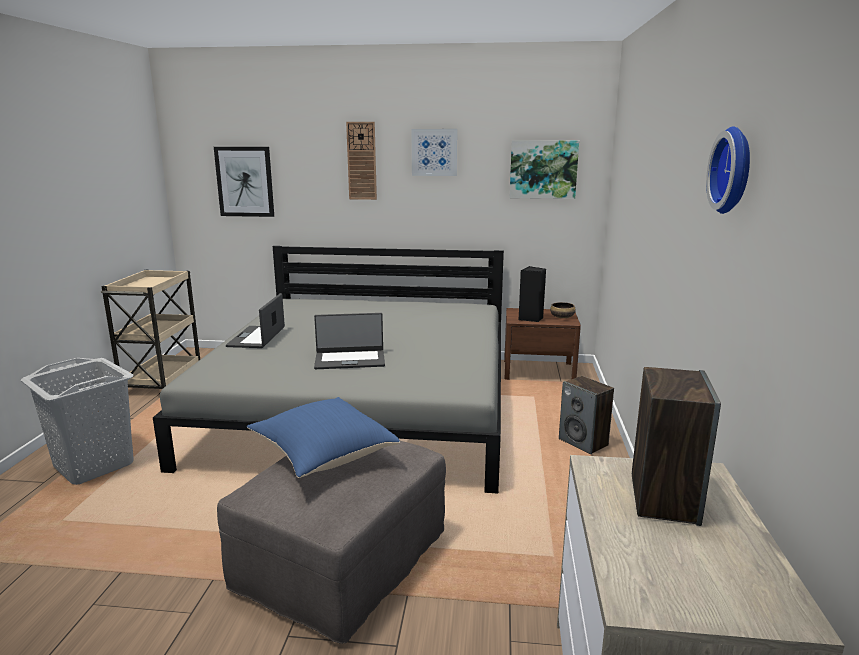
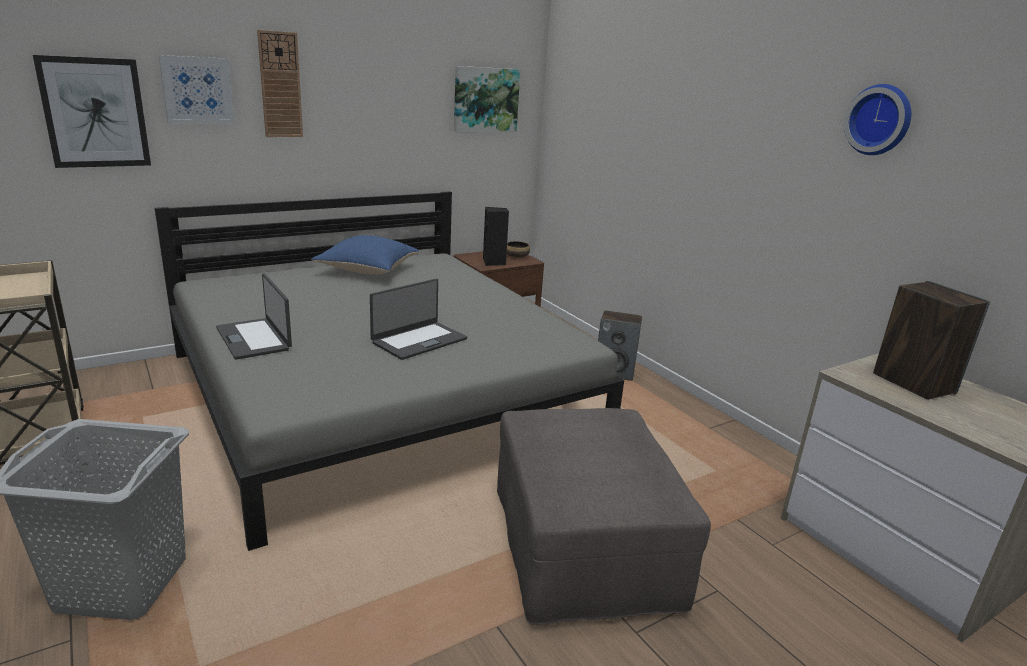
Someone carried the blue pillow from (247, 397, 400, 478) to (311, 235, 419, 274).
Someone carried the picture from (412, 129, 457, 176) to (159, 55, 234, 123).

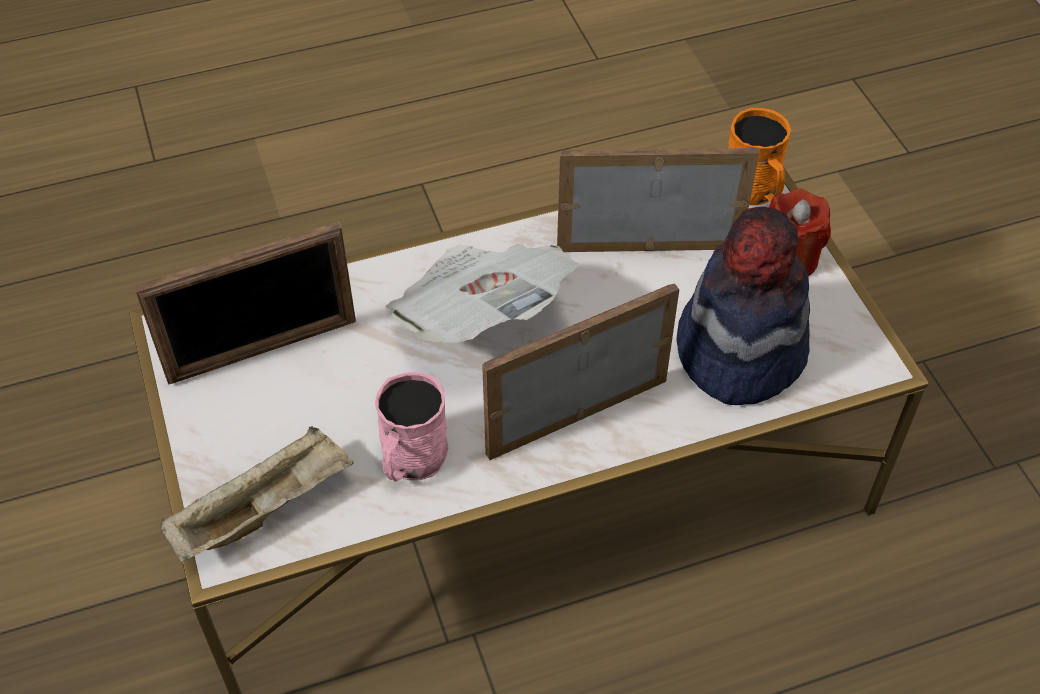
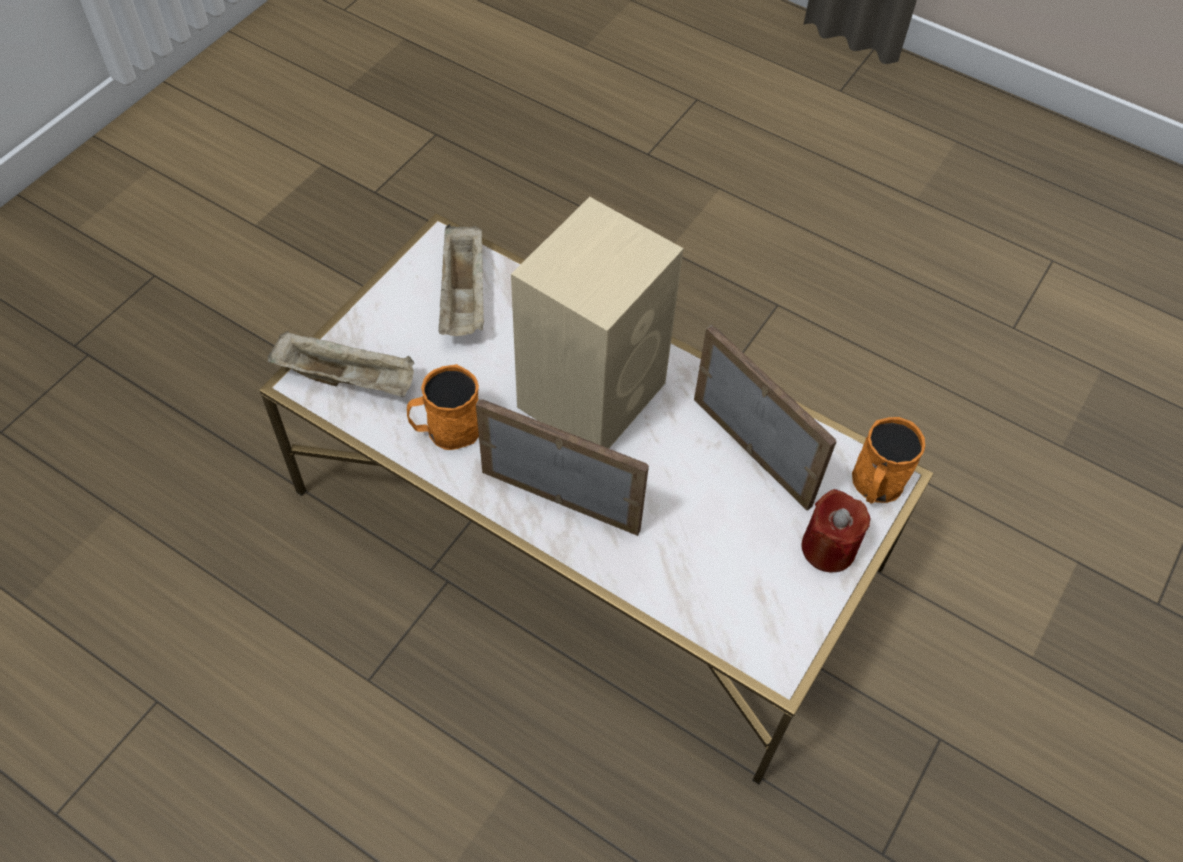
Someone swapped the picture frame at (134, 221, 356, 385) for the beige tray at (439, 224, 484, 336).
Someone repainted the pink mug at (375, 372, 449, 482), which became the orange mug at (407, 364, 479, 450).
Someone swapped the newspaper at (385, 244, 579, 343) for the beige speaker at (511, 197, 684, 448).
Someone took away the hat at (677, 207, 810, 405).

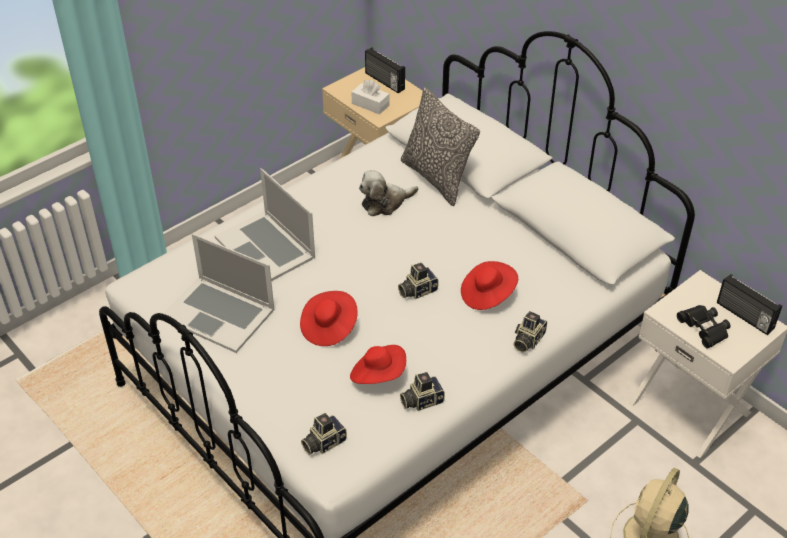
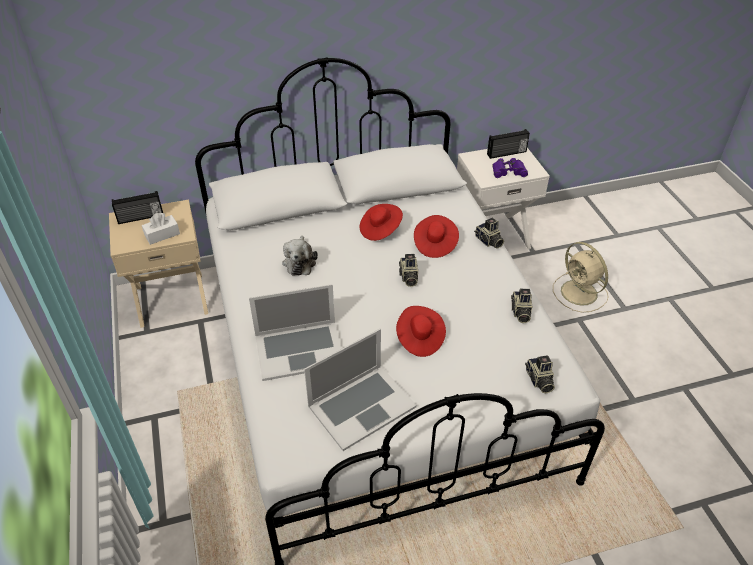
Someone carried the red hat from (350, 345, 406, 384) to (360, 204, 403, 241).
Someone took away the pillow at (401, 87, 480, 206).
Someone repainted the black binoculars at (677, 305, 730, 348), which became the purple binoculars at (492, 158, 528, 178).

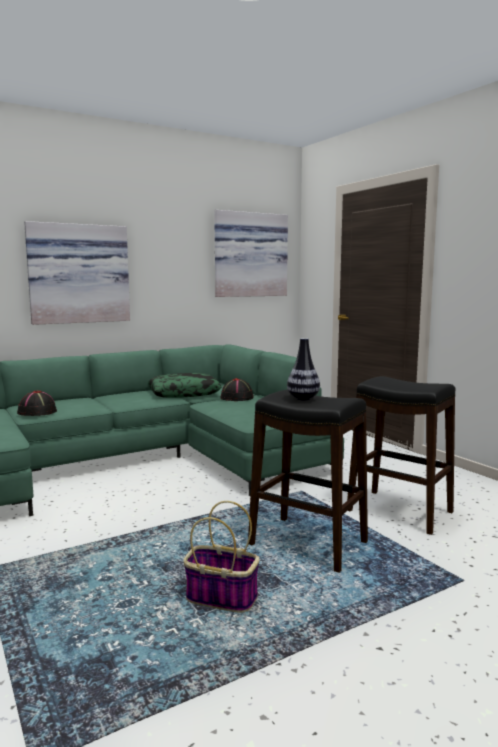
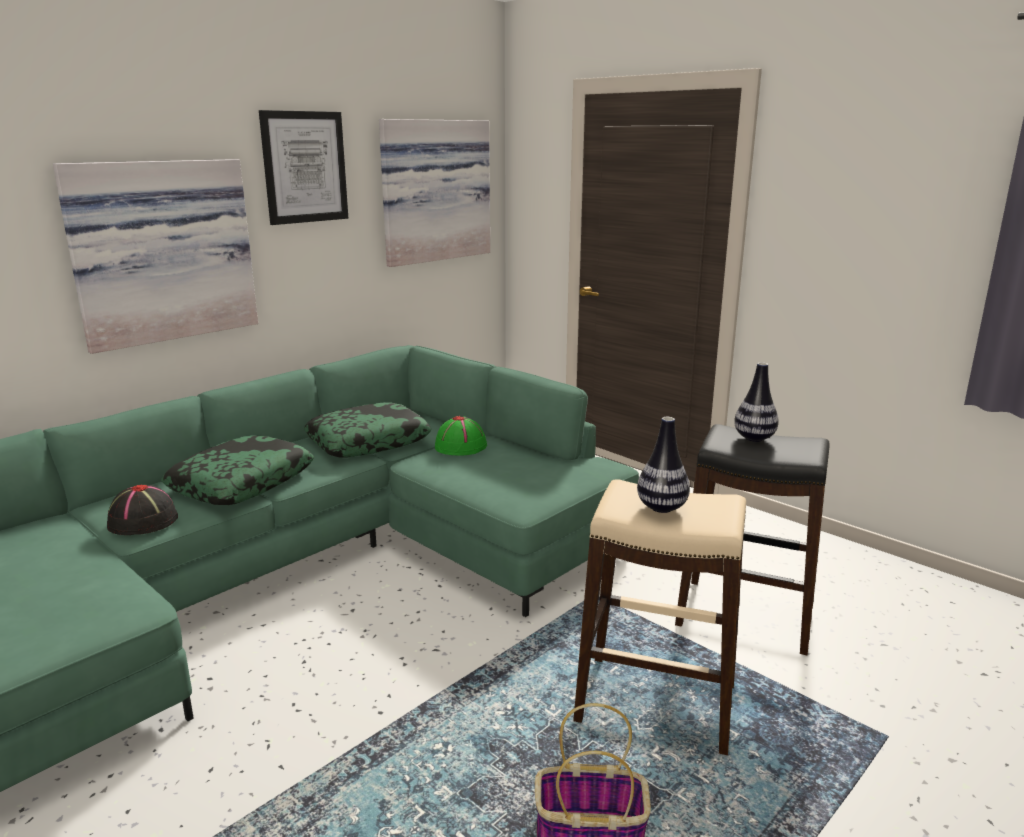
Someone repainted the black hat at (221, 378, 254, 401), which became the green hat at (435, 416, 487, 456).
Someone repainted the black stool at (248, 389, 368, 573), which became the beige stool at (573, 479, 746, 755).
Someone put down the pillow at (161, 435, 314, 505).
Someone put up the picture at (259, 110, 348, 225).
Someone put down the vase at (734, 362, 779, 442).

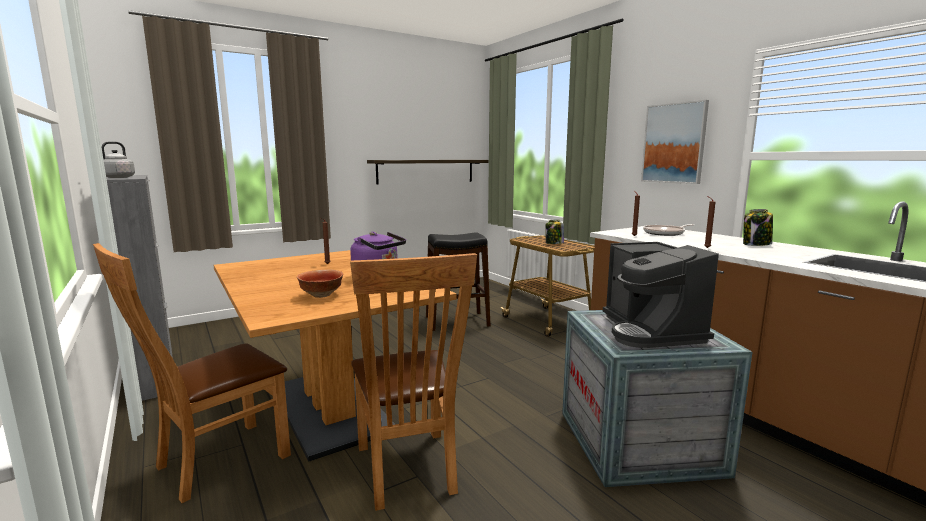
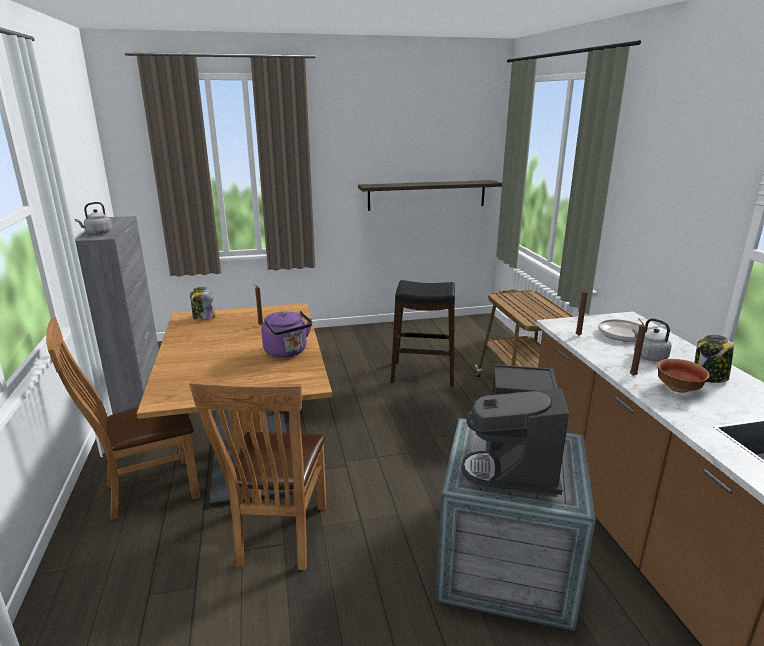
Someone carried the bowl from (297, 270, 343, 298) to (657, 359, 710, 393).
Someone carried the jar from (545, 220, 564, 244) to (190, 287, 215, 320).
Someone took away the picture at (641, 100, 709, 184).
Someone put down the grey kettle at (632, 318, 672, 361).

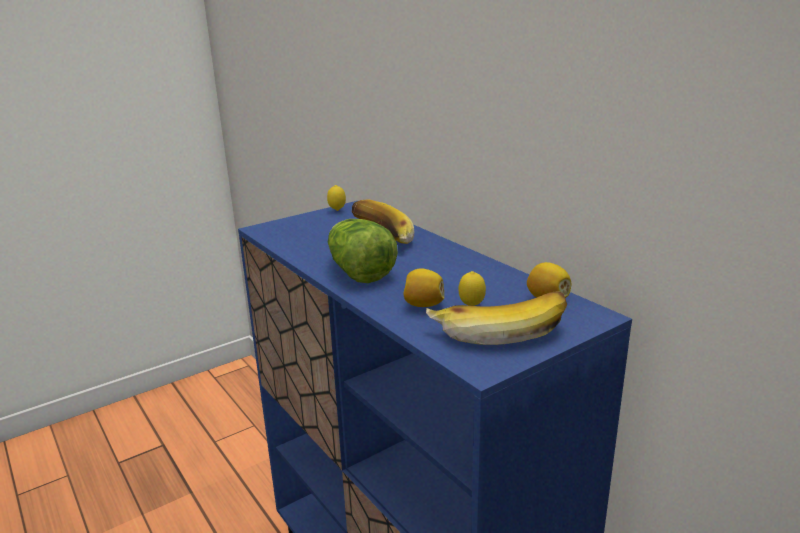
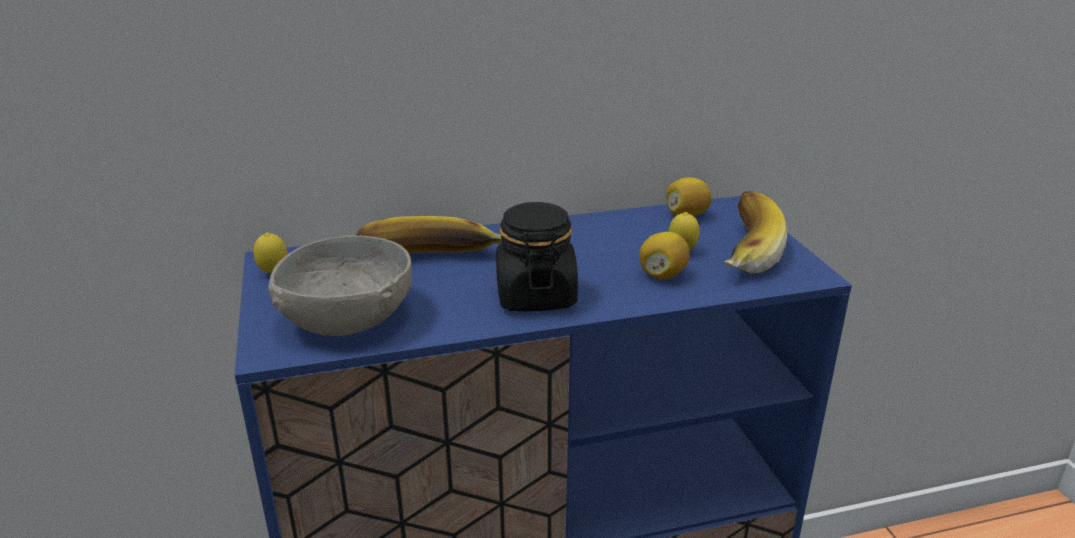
Someone swapped the lettuce at (328, 219, 398, 283) for the black jar at (496, 202, 578, 311).
Someone put down the grey bowl at (269, 235, 412, 336).

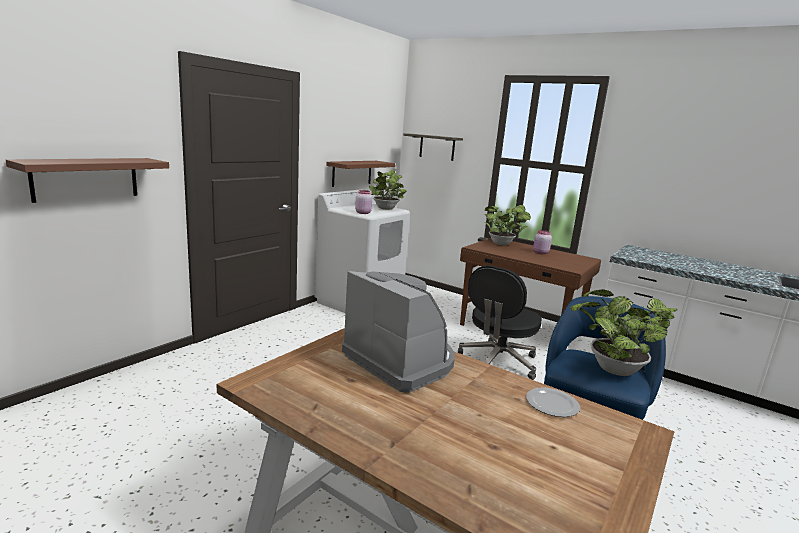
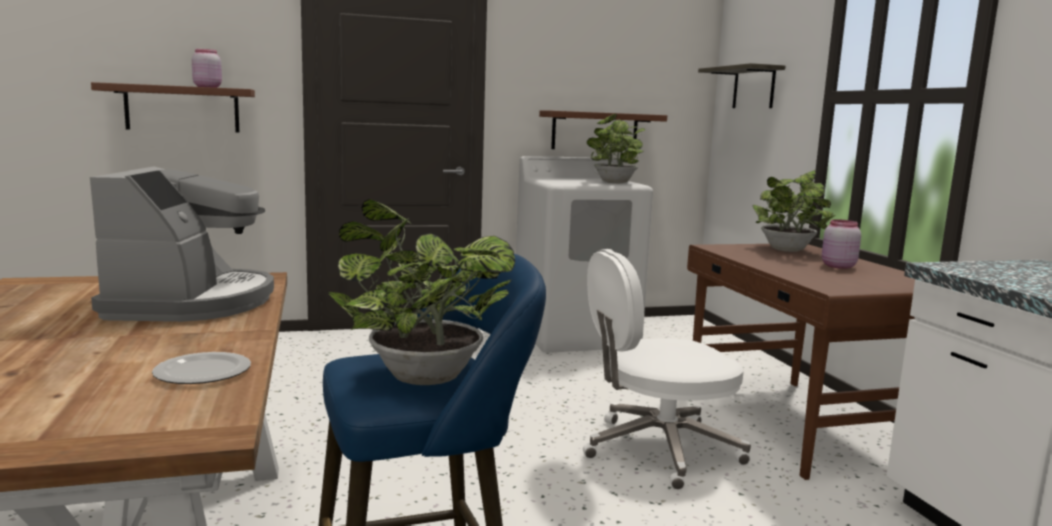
Someone carried the pink jar from (355, 190, 372, 214) to (192, 49, 222, 88).
Someone repainted the black office chair at (458, 265, 542, 380), which became the white office chair at (583, 249, 751, 490).

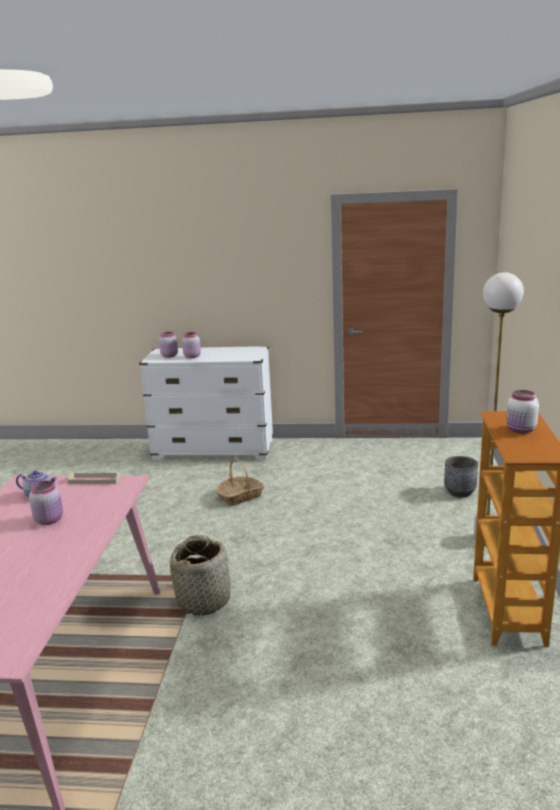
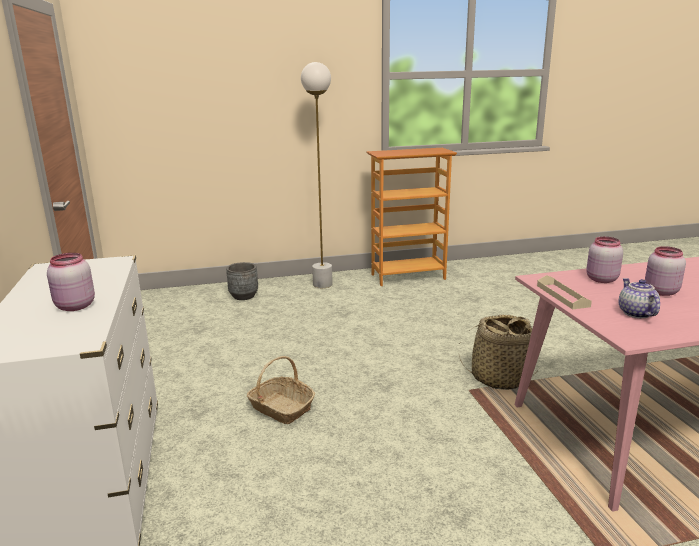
Someone carried the pink jar from (159, 332, 178, 358) to (586, 237, 623, 283).
Someone took away the white jar at (506, 390, 539, 434).

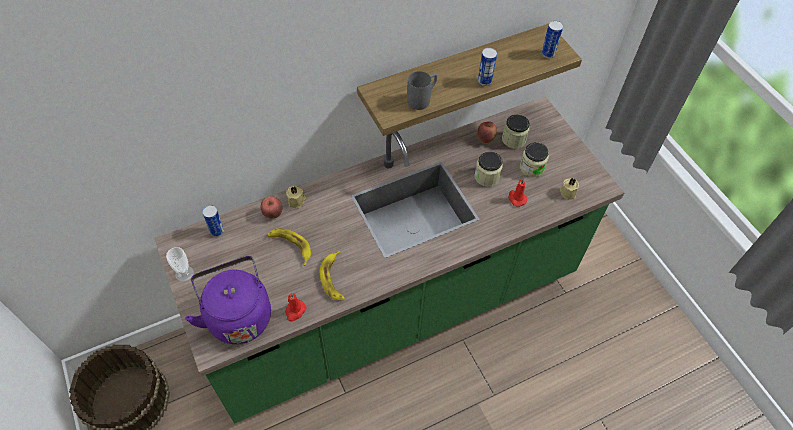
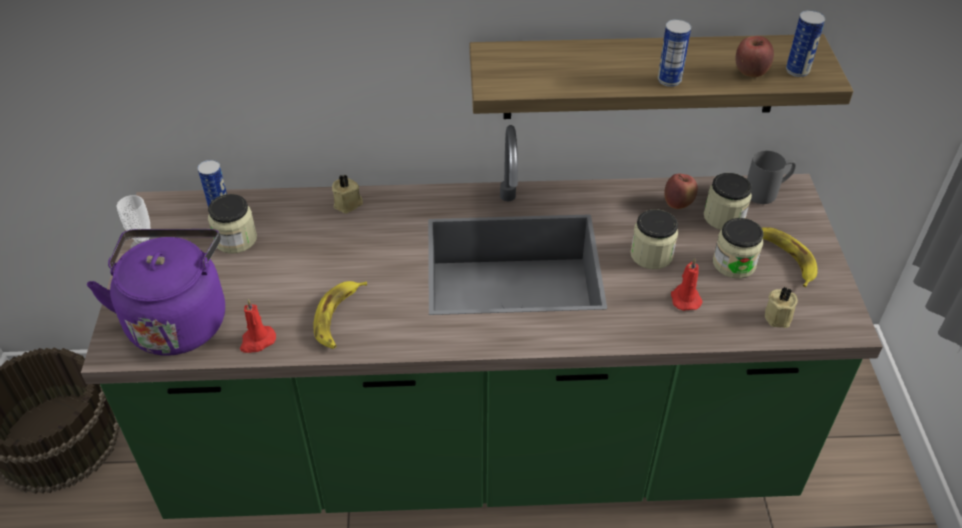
Someone carried the apple from (261, 196, 282, 218) to (736, 36, 774, 77).
Someone carried the banana from (267, 228, 311, 266) to (762, 227, 818, 287).
Someone carried the grey mug from (407, 71, 437, 110) to (747, 151, 796, 204).
Someone put down the jar at (208, 194, 257, 254).

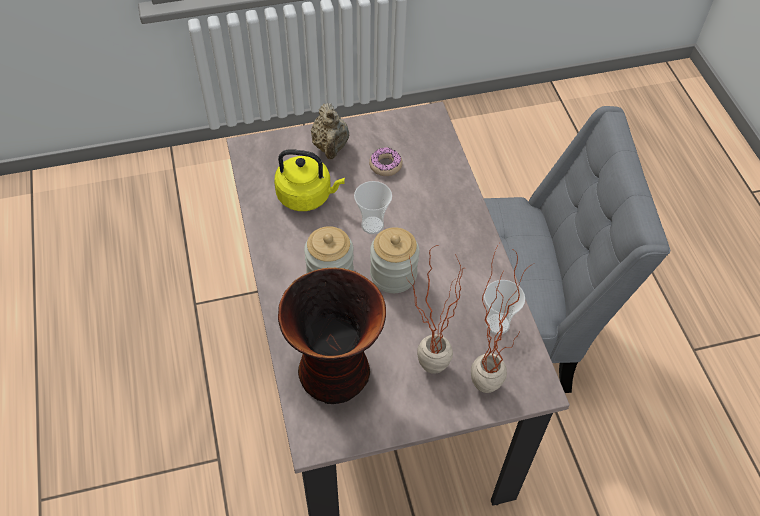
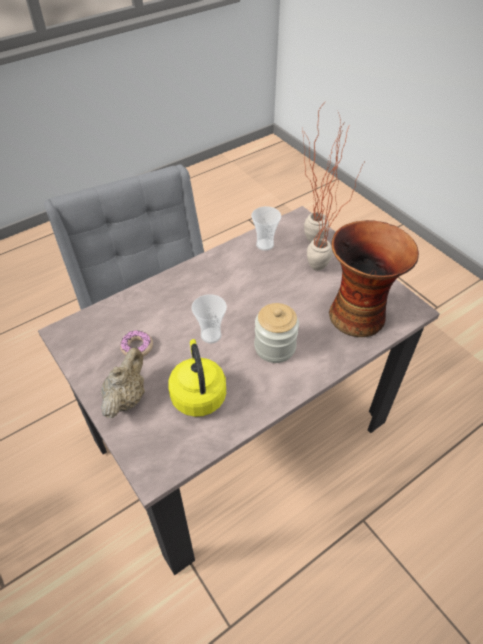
Someone rotated the beige teapot at (311, 103, 349, 159) by 45 degrees counterclockwise.
Someone took away the jar at (370, 227, 419, 293).

